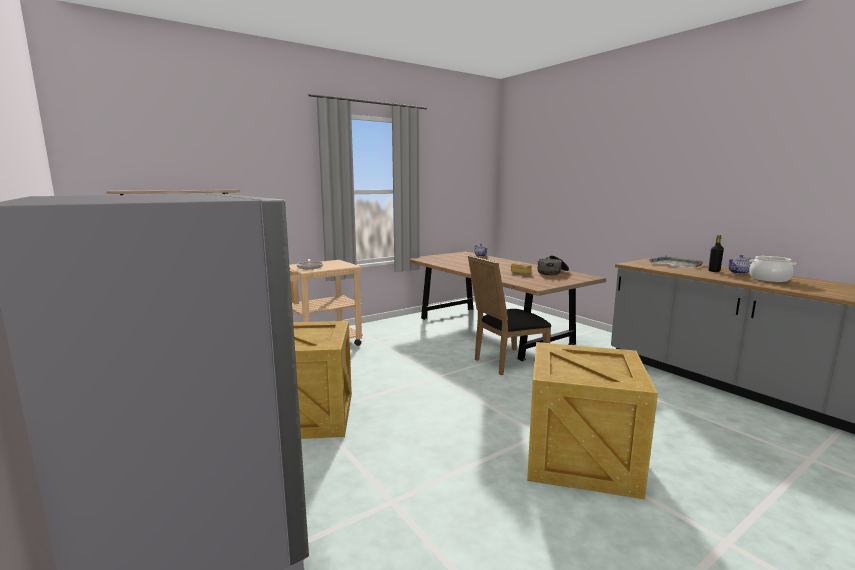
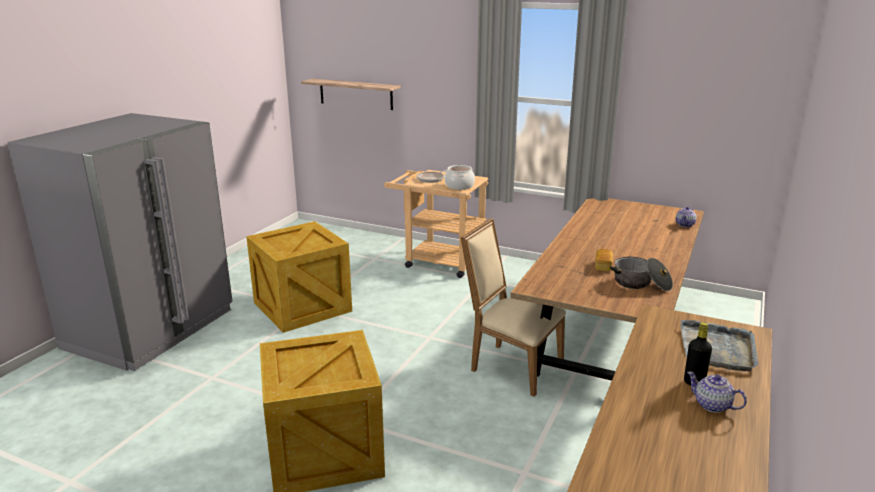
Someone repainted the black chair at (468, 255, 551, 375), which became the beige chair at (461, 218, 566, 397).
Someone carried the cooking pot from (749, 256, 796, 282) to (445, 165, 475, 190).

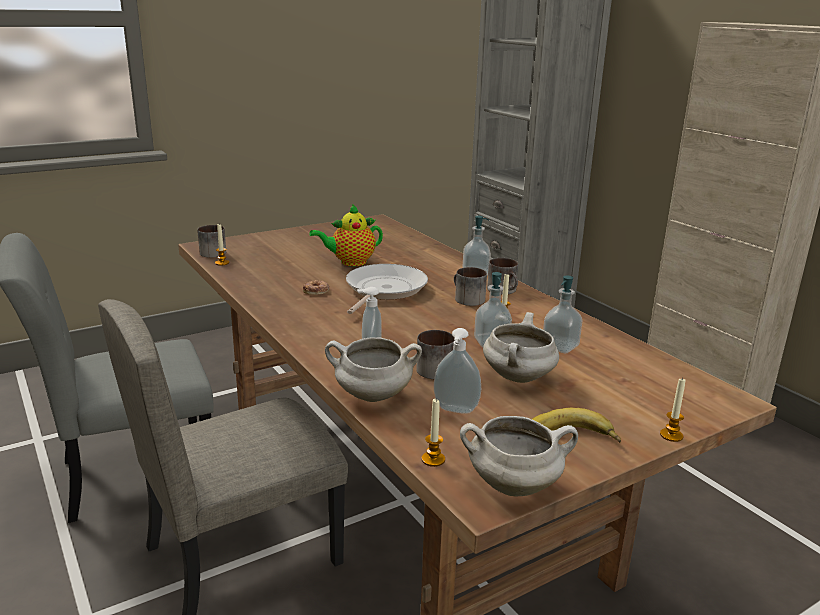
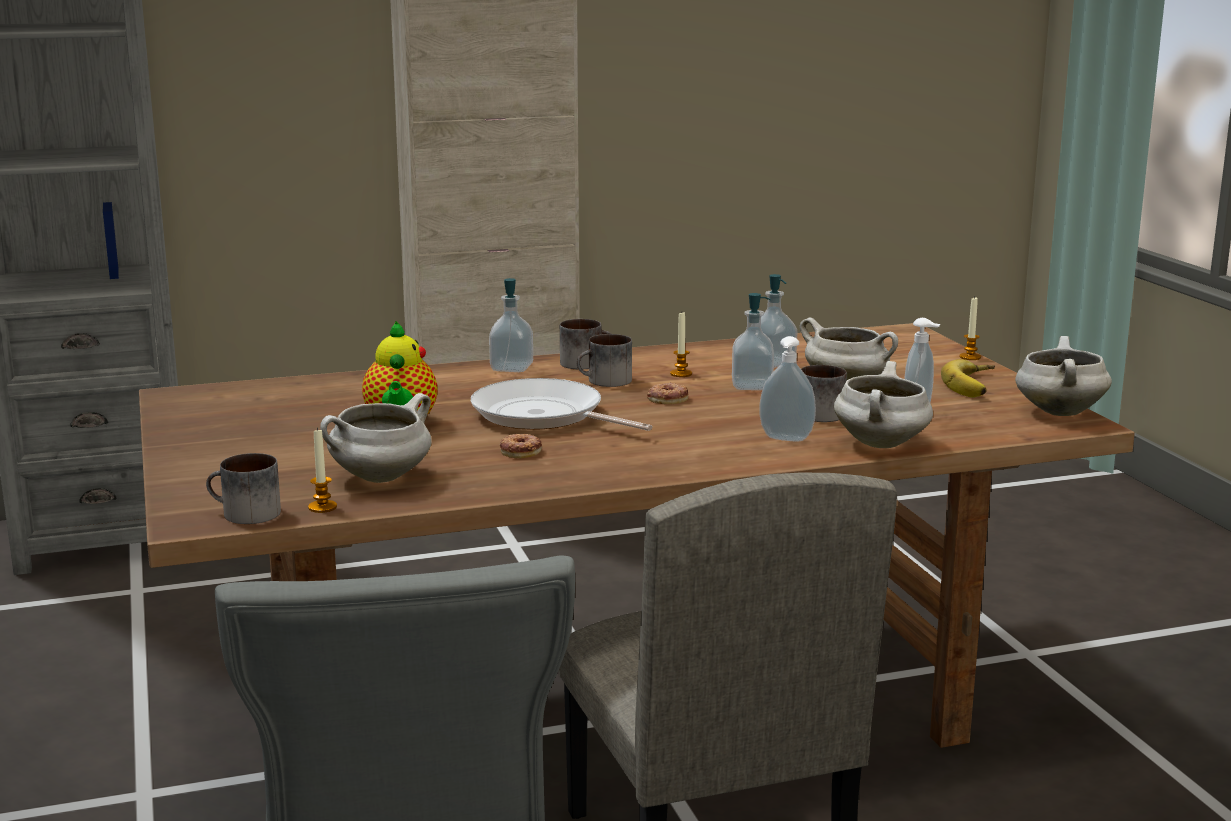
Someone took away the candle at (422, 399, 445, 467).
Someone put down the white cooking pot at (320, 393, 432, 483).
Someone put down the donut at (647, 382, 688, 404).

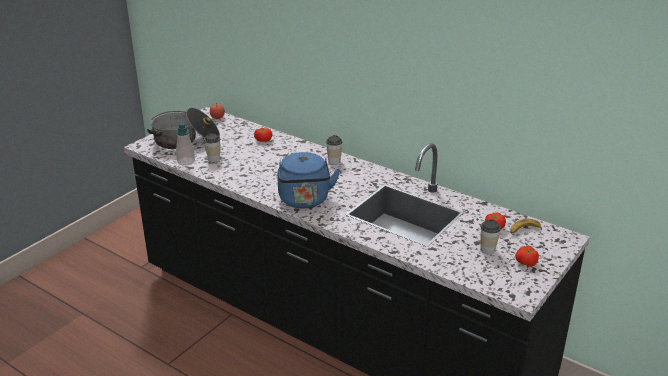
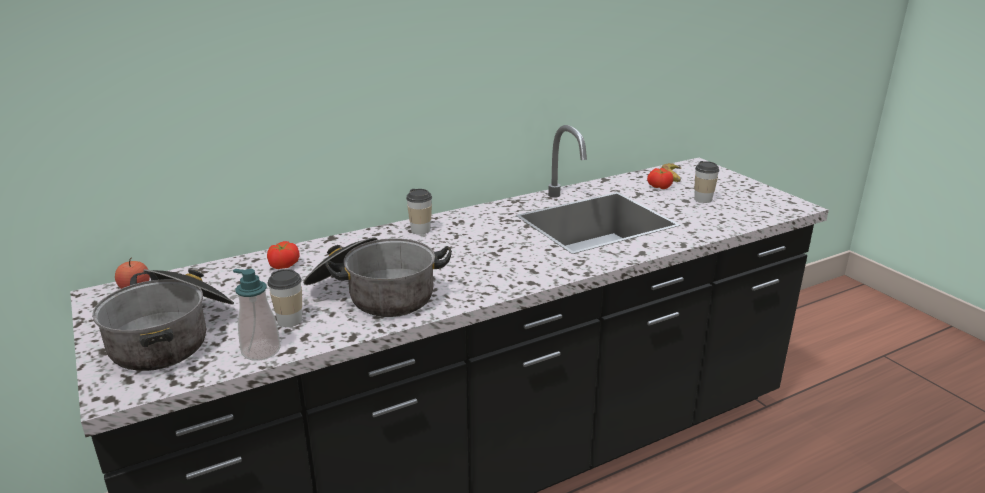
Someone took away the blue kettle at (277, 152, 340, 208).
Someone took away the tomato at (515, 246, 539, 267).
Someone put down the cooking pot at (303, 237, 452, 317).

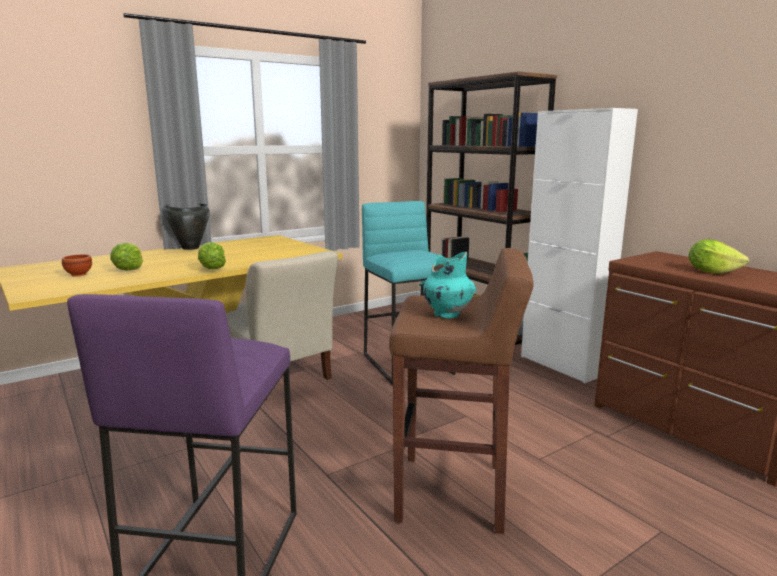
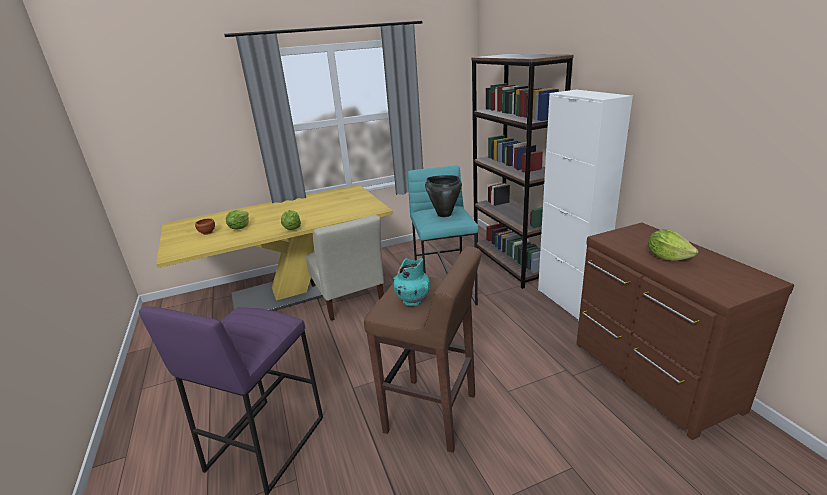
Someone carried the black cooking pot from (165, 204, 210, 250) to (425, 175, 462, 217).

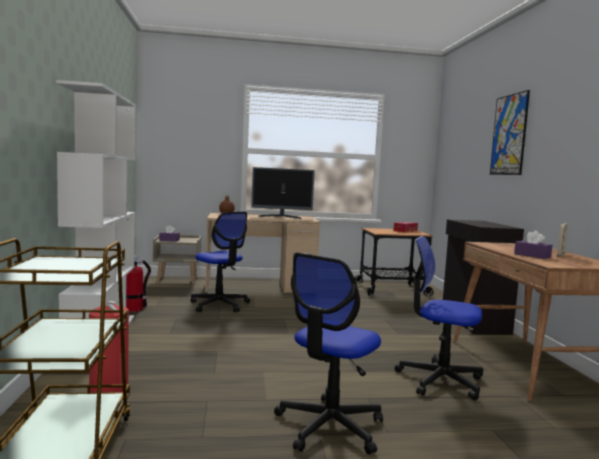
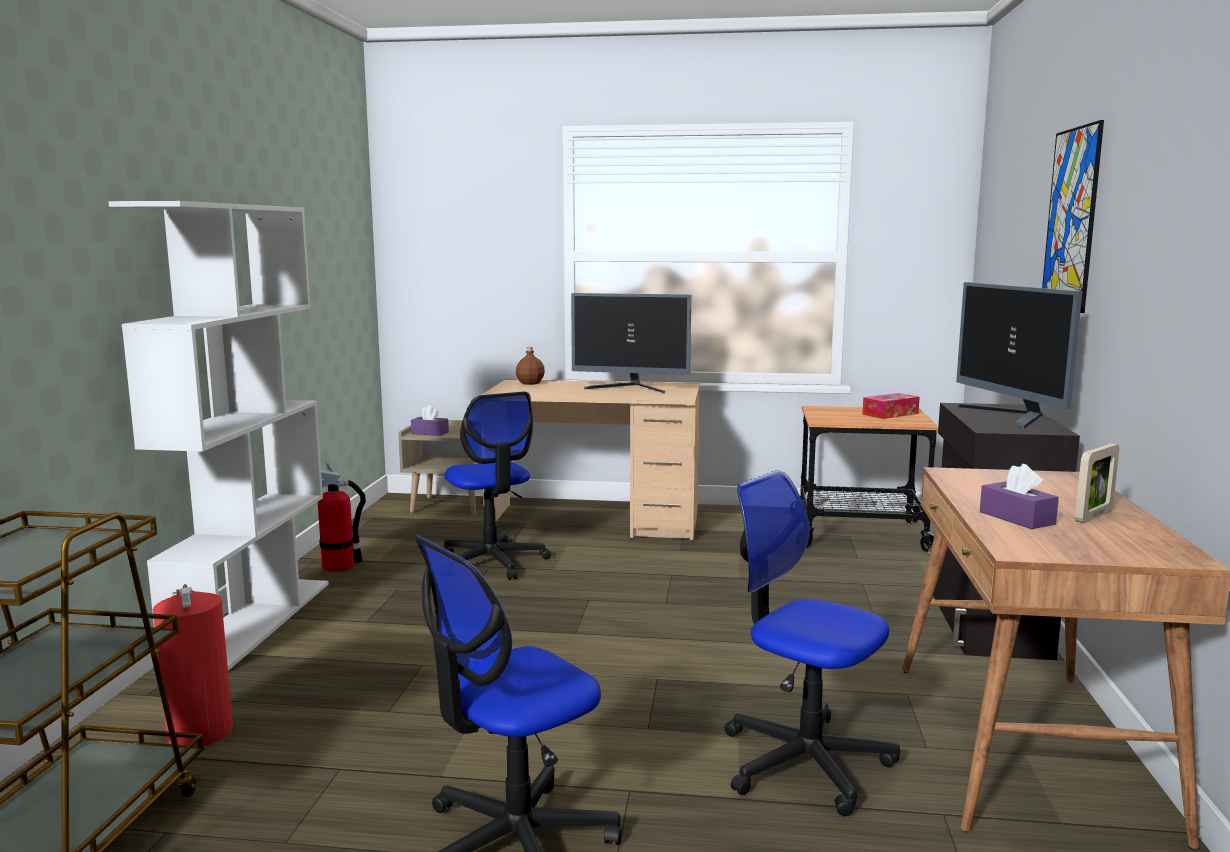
Someone put down the monitor at (956, 282, 1082, 428).

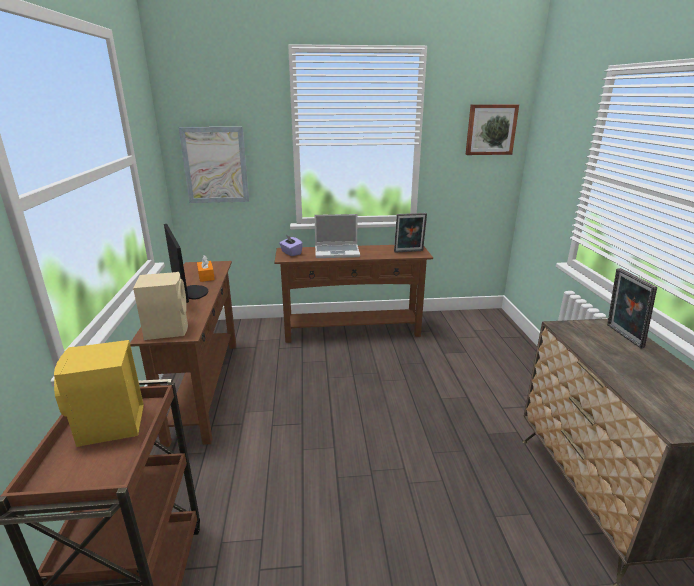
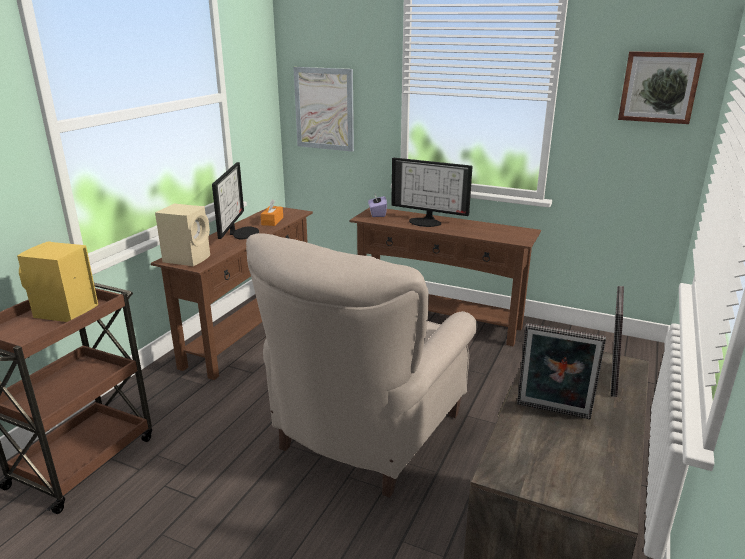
Someone swapped the laptop at (314, 214, 360, 258) for the monitor at (391, 158, 473, 227).
Someone carried the picture frame from (394, 213, 427, 253) to (517, 323, 606, 420).
Someone put down the beige armchair at (246, 233, 478, 498).

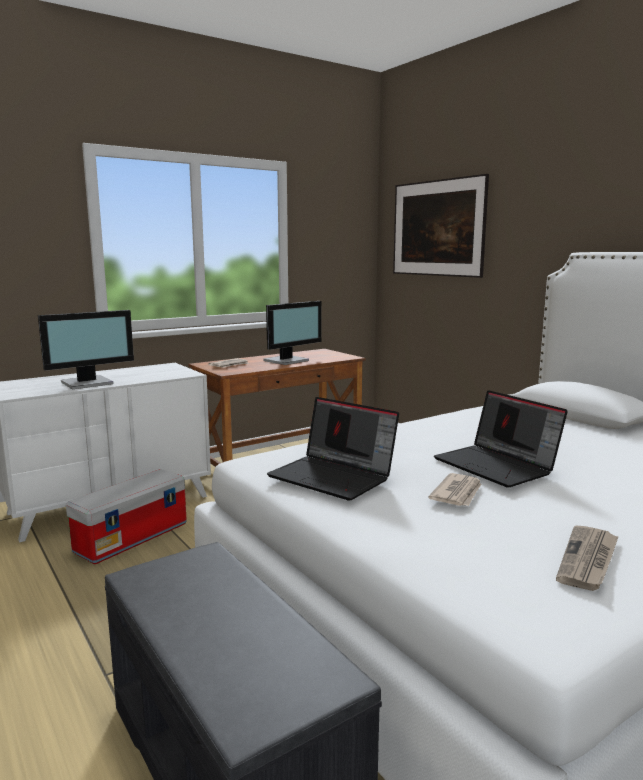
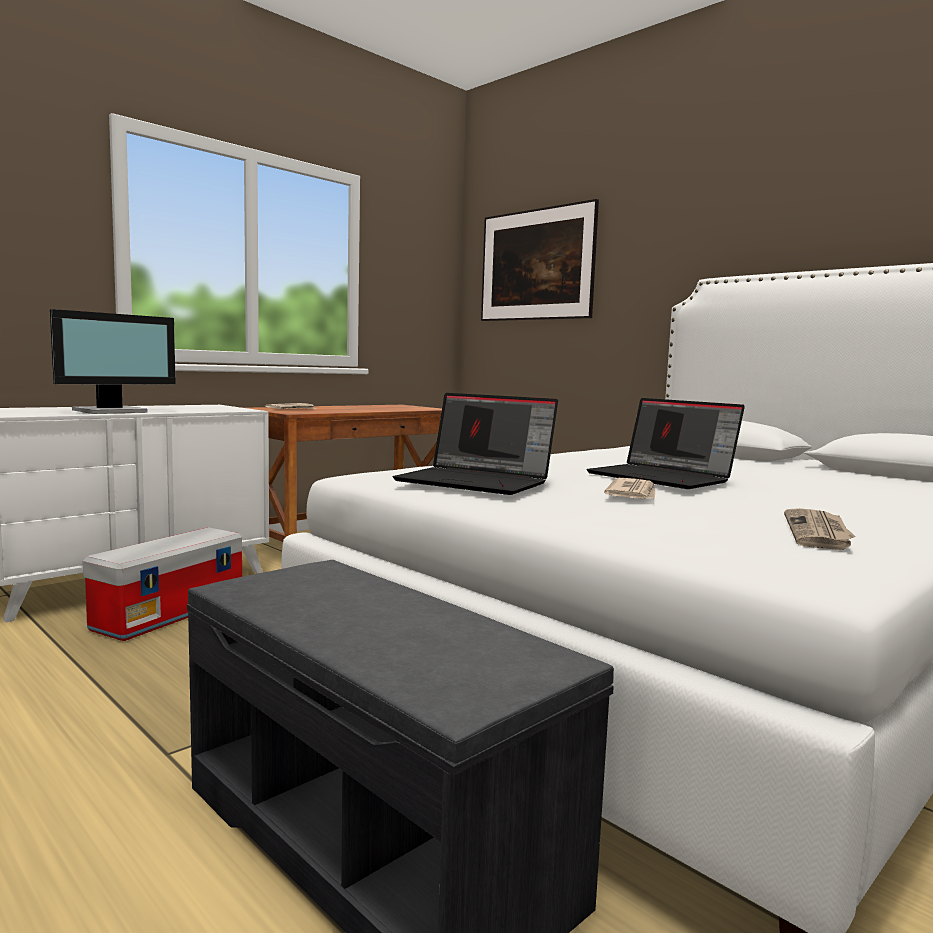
Someone took away the monitor at (264, 301, 321, 365).

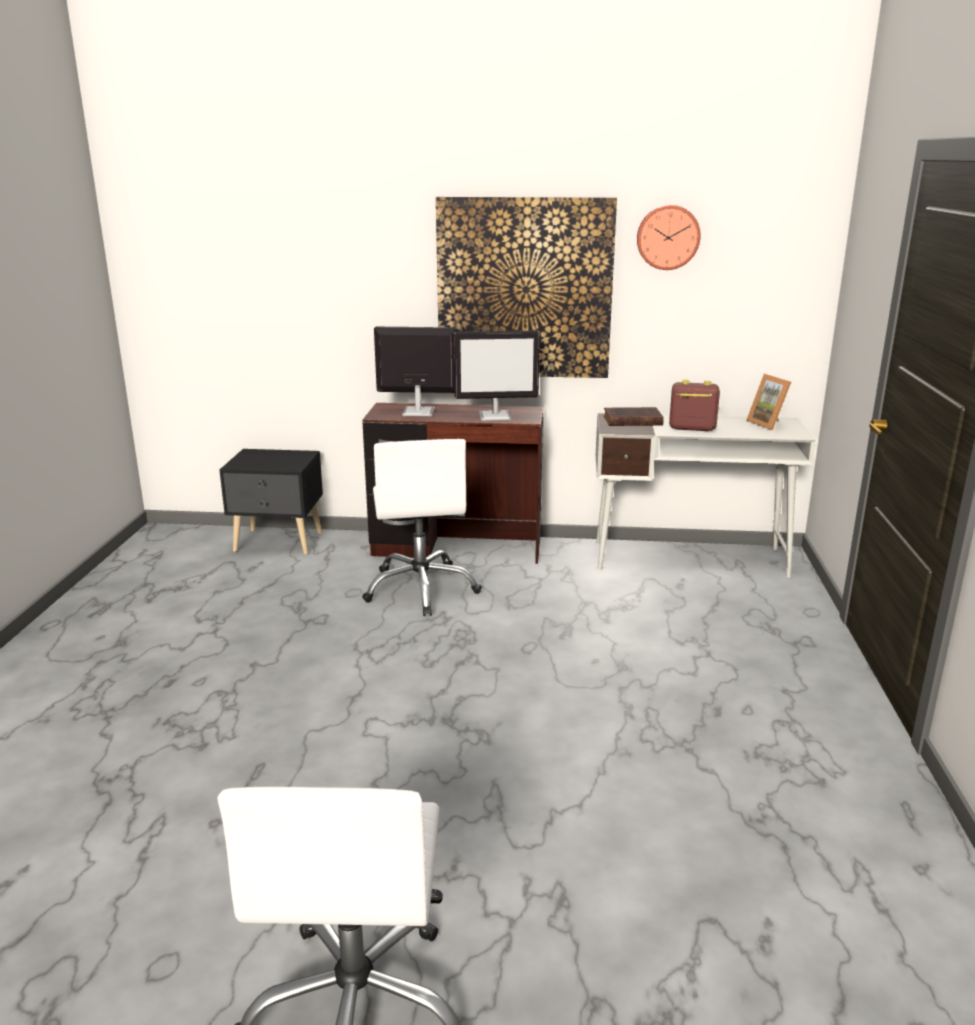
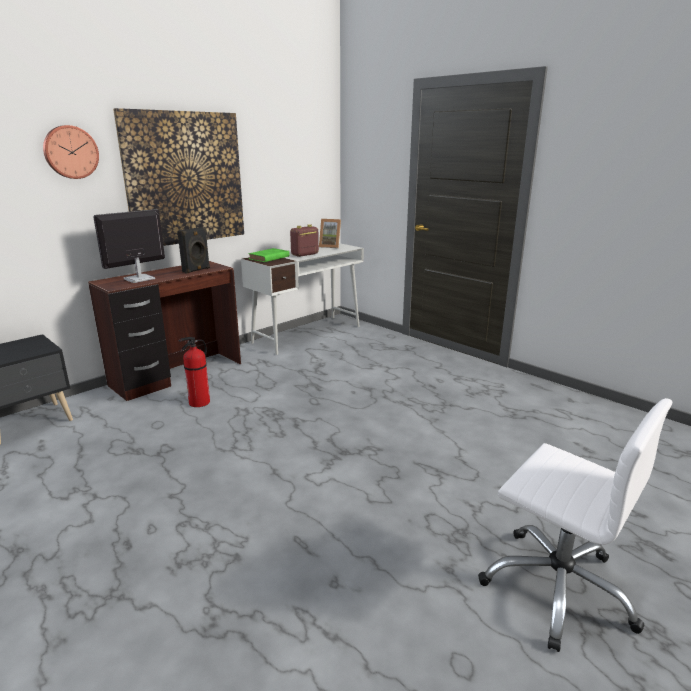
Someone swapped the white office chair at (362, 439, 482, 616) for the fire extinguisher at (178, 337, 210, 407).
Someone swapped the monitor at (454, 331, 540, 421) for the black speaker at (177, 227, 210, 274).
Someone repainted the brown book at (604, 407, 664, 426), which became the green book at (249, 248, 290, 262).
Someone carried the wall clock from (637, 205, 700, 270) to (43, 125, 99, 179).

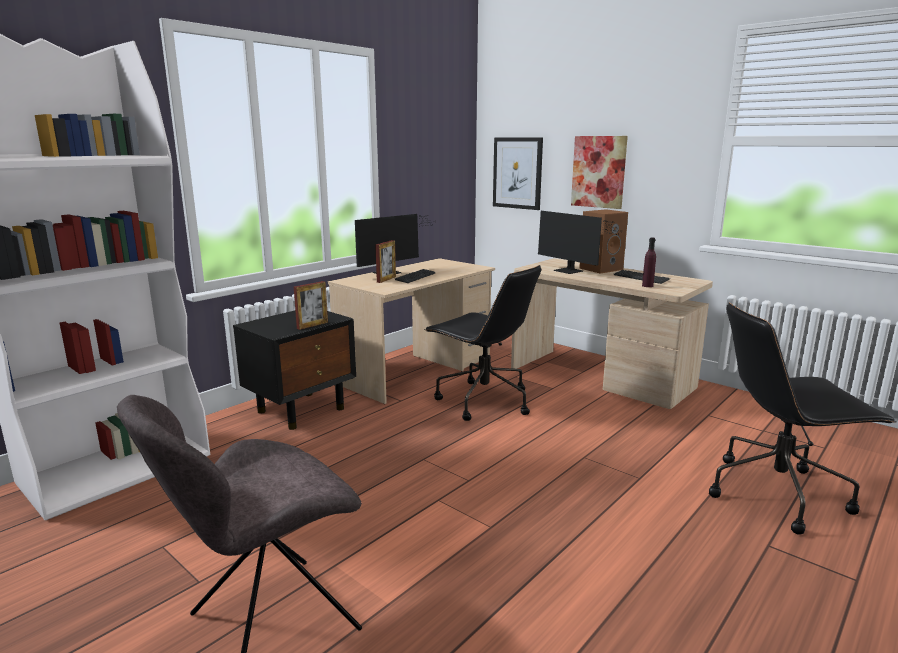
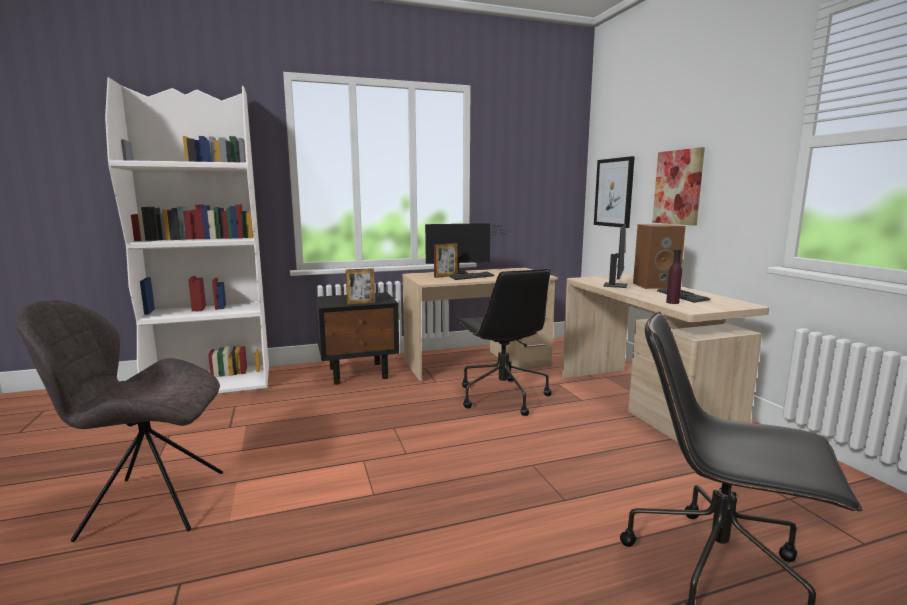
Someone rotated the monitor at (538, 211, 622, 274) by 150 degrees counterclockwise.

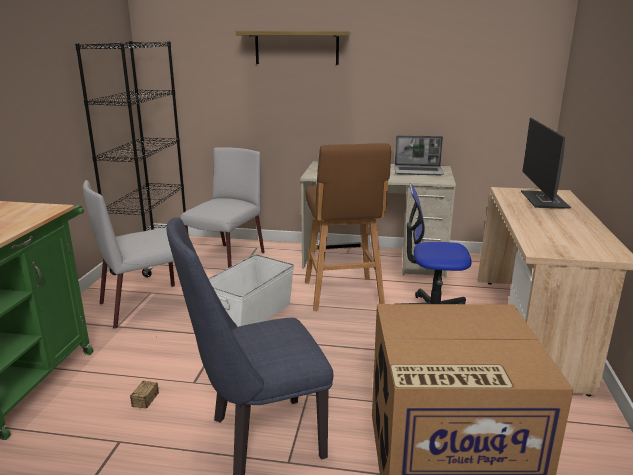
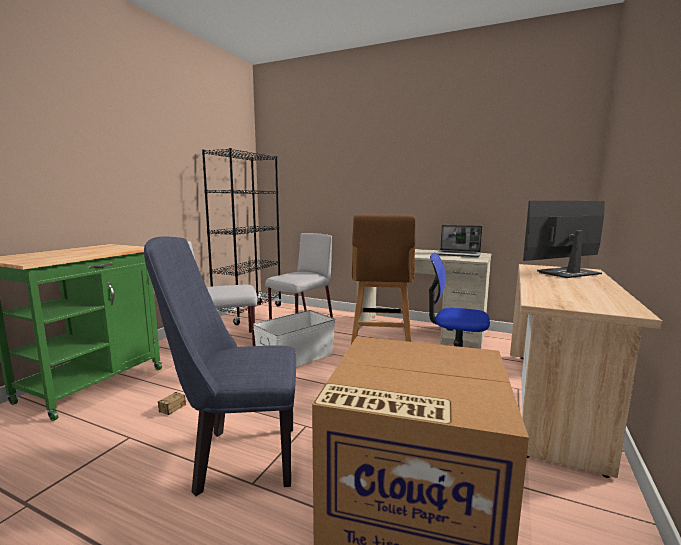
Someone took away the shelf at (236, 31, 351, 65).
Someone rotated the monitor at (521, 118, 571, 209) by 45 degrees clockwise.

